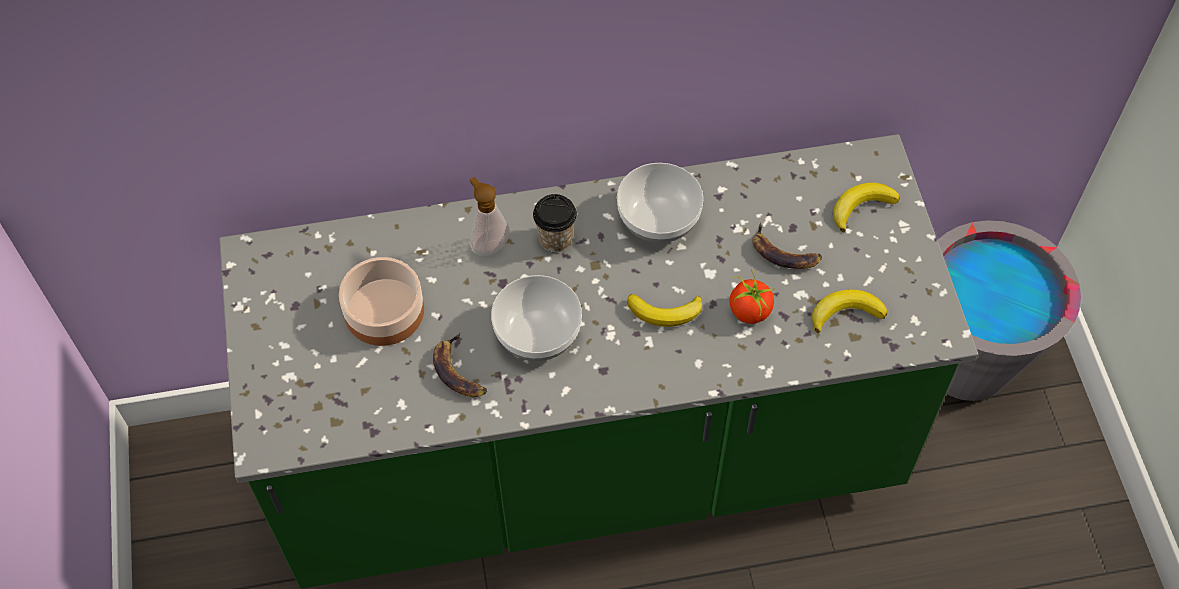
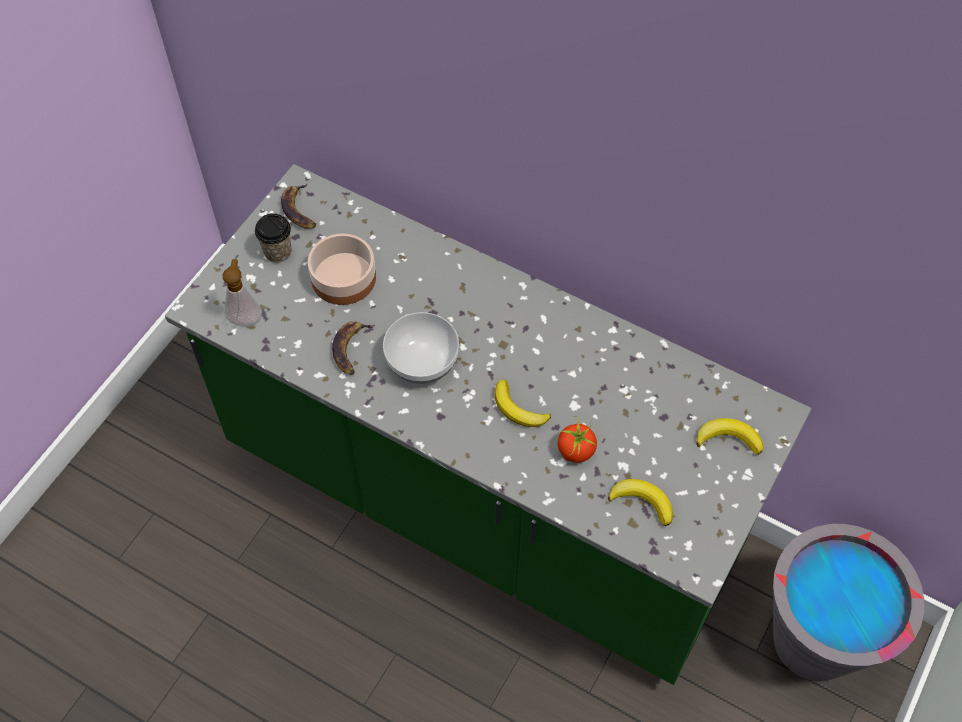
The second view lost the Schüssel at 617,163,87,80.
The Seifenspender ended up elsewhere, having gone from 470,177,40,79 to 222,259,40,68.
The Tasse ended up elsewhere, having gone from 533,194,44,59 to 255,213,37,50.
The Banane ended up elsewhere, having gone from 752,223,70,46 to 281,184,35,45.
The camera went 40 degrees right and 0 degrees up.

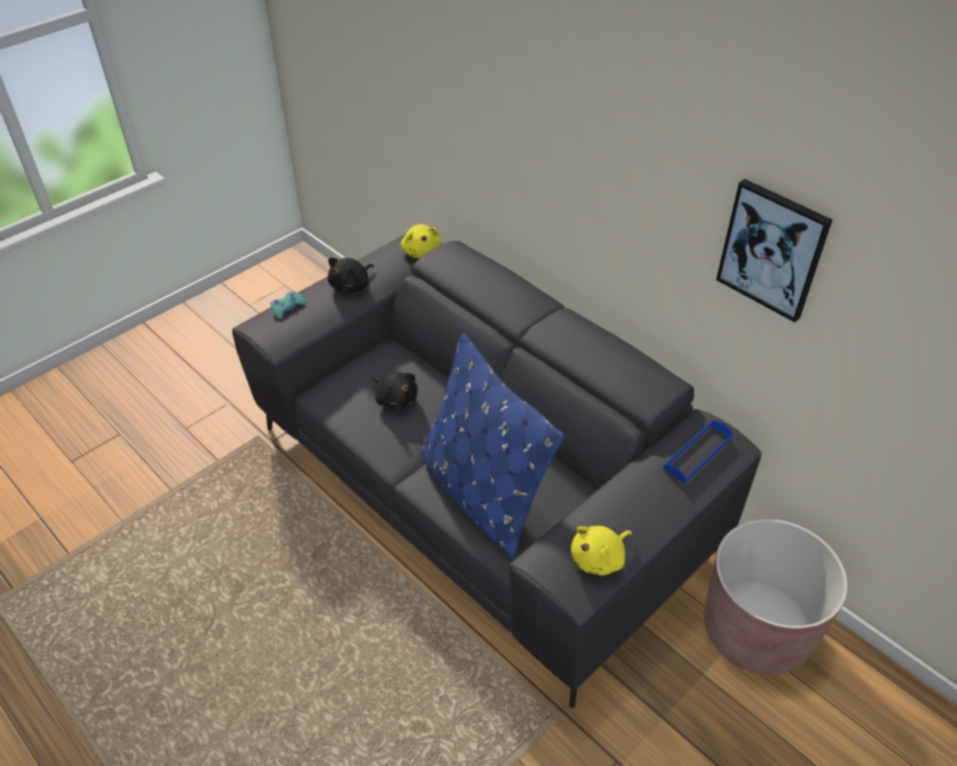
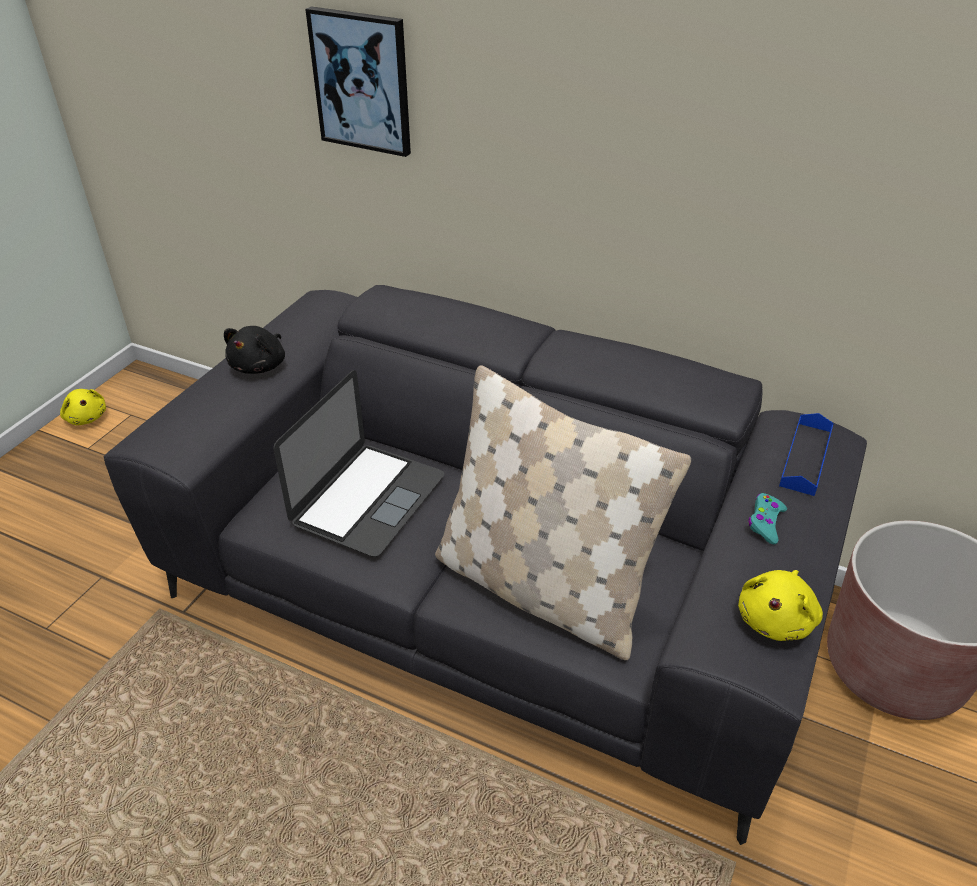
The Bild ended up elsewhere, having gone from 716,179,116,143 to 305,6,106,151.
The Plüschtier (gelb) ended up elsewhere, having gone from 401,224,40,34 to 60,389,46,36.
The Gamepad (türkis) ended up elsewhere, having gone from 271,291,35,28 to 748,493,39,52.
What was the Kissen (blau) at 421,333,143,225 turned into the Kissen (beige) at 435,365,256,296.
Where the Plüschtier (schwarz) stood at 372,372,46,38, the Laptop came to stand at 273,370,171,187.
The camera went 20 degrees left and 5 degrees down.

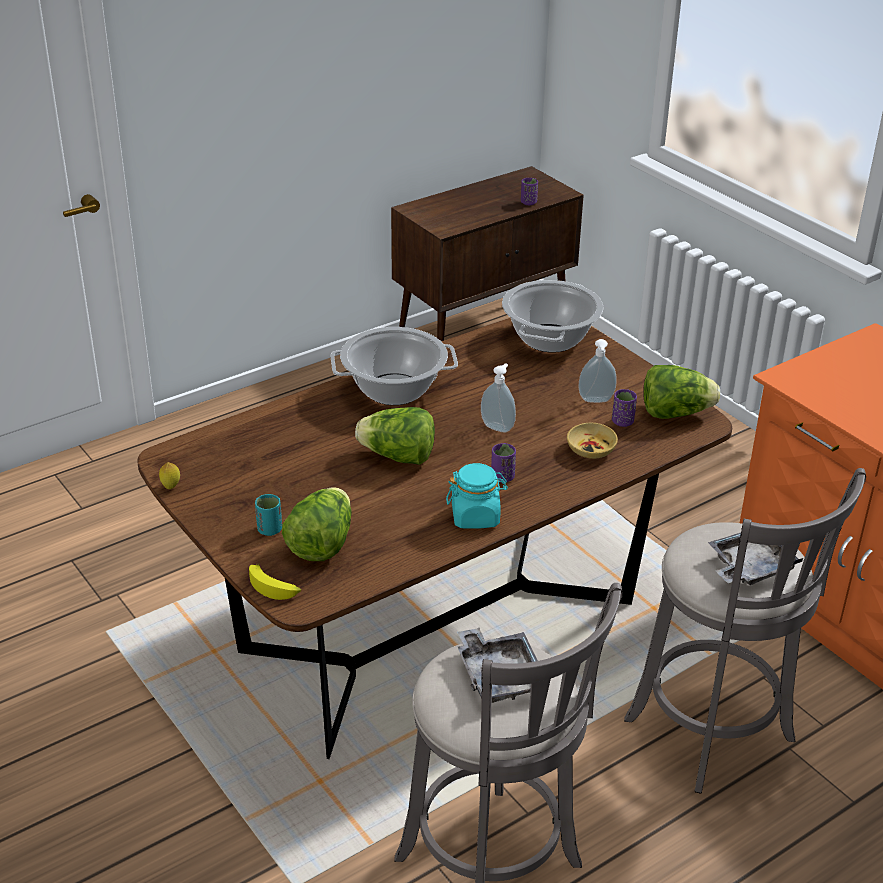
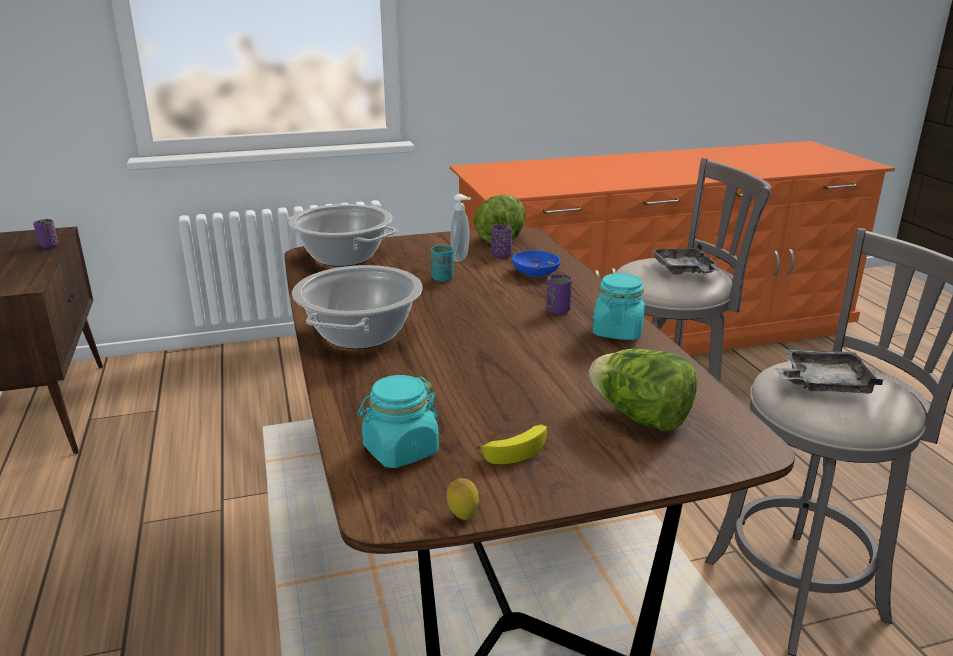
The second view lost the Seifenspender at 481,363,35,70.
The second view lost the Salatkopf at 355,407,80,58.
What was the Schüssel (beige) at 567,423,51,36 turned into the Schüssel (blau) at 512,250,49,27.
The Tasse (türkis) ended up elsewhere, having gone from 255,494,27,42 to 431,245,23,37.
The Banane ended up elsewhere, having gone from 249,563,52,37 to 477,424,70,40.
The second view gained the Vorratsglas (türkis) at 357,375,82,93.
The camera went 70 degrees left and 10 degrees down.

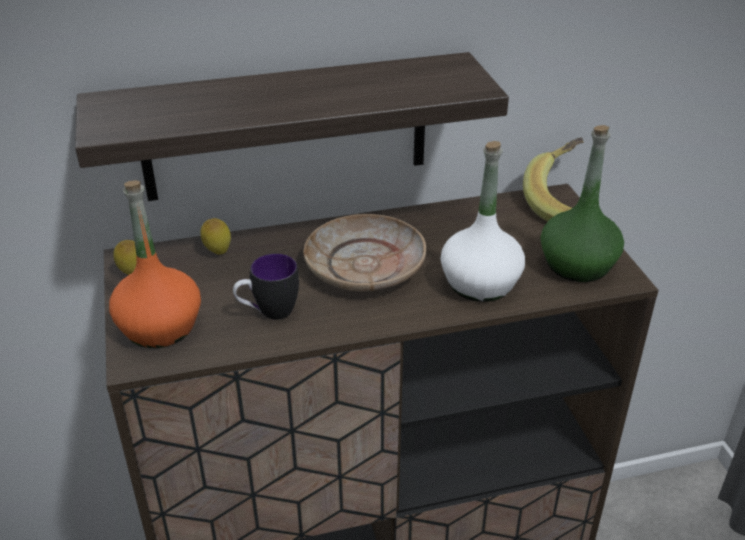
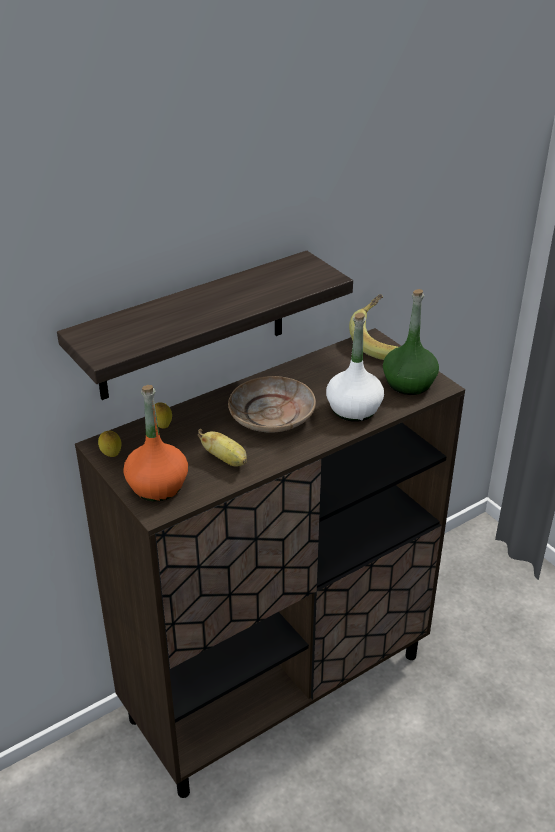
Where the Henkelbecher stood at 233,254,66,66, the Banane came to stand at 198,429,49,37.
The camera went 20 degrees left and 0 degrees up.

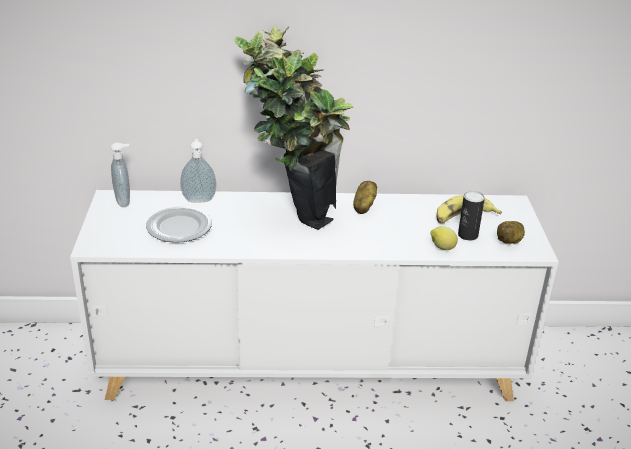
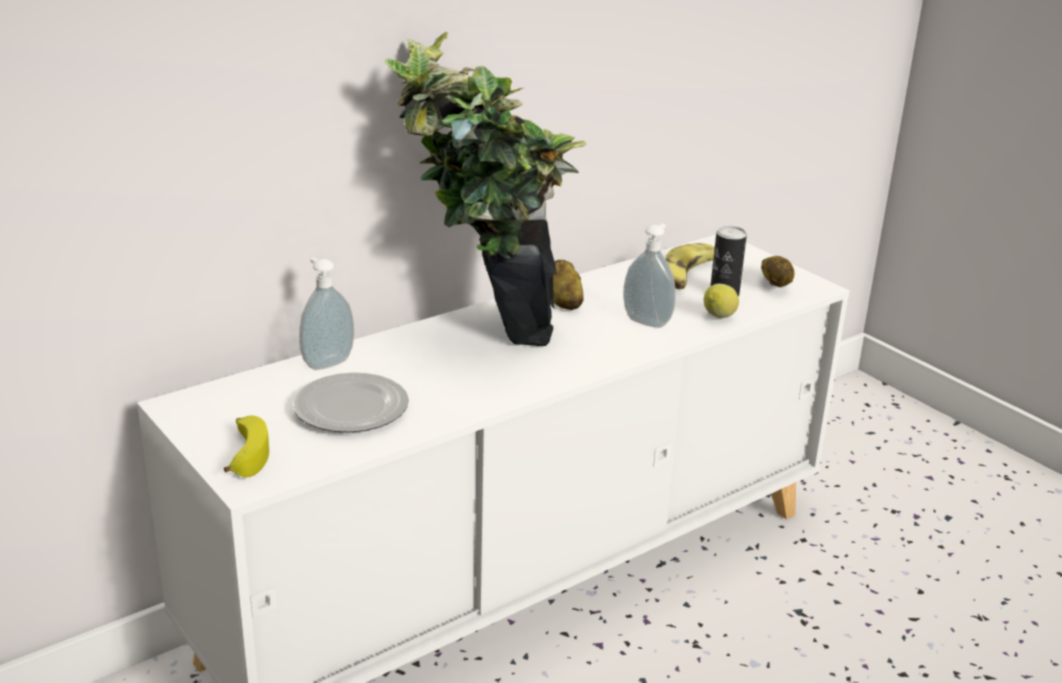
The Seifenspender ended up elsewhere, having gone from 111,143,19,64 to 623,223,53,105.
The second view gained the Banane at 224,415,45,63.
The camera went 35 degrees left and 5 degrees down.

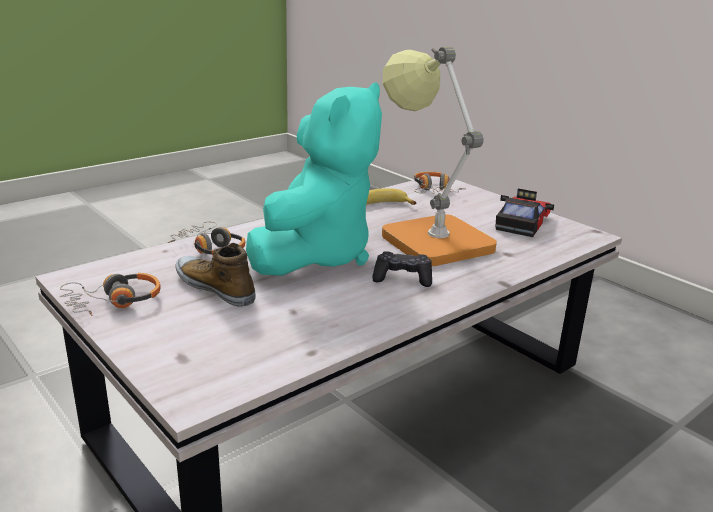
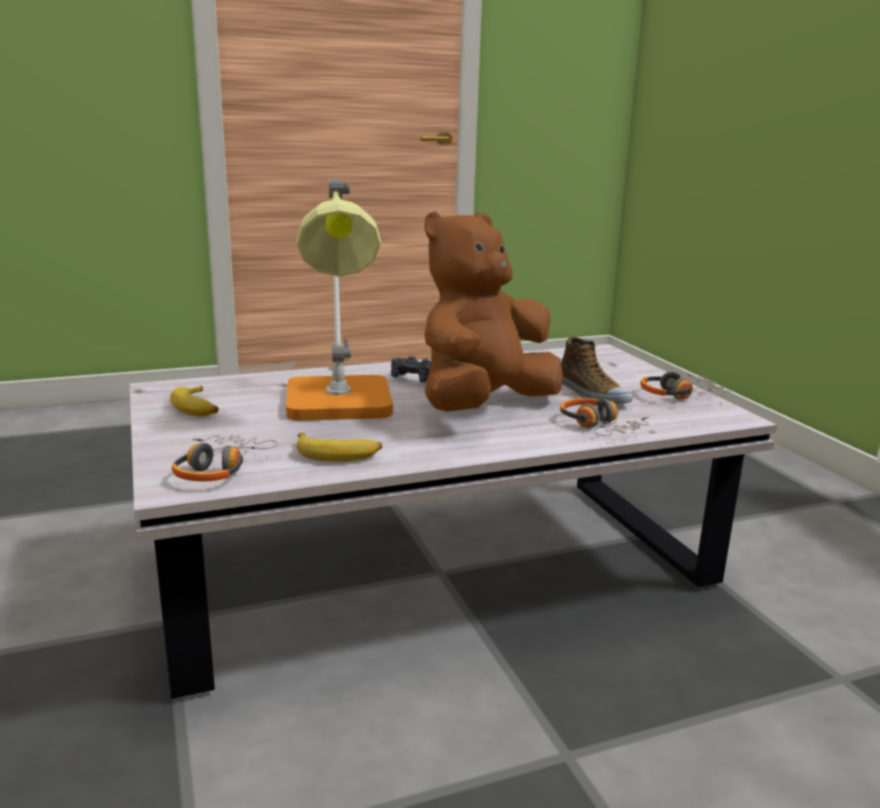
What was the Plüschtier (türkis) at 246,83,136,193 turned into the Plüschtier (braun) at 424,211,139,201.
Where the Spielzeugauto stood at 495,189,59,48, the Banane came to stand at 170,386,49,31.
The camera went 160 degrees left and 5 degrees down.

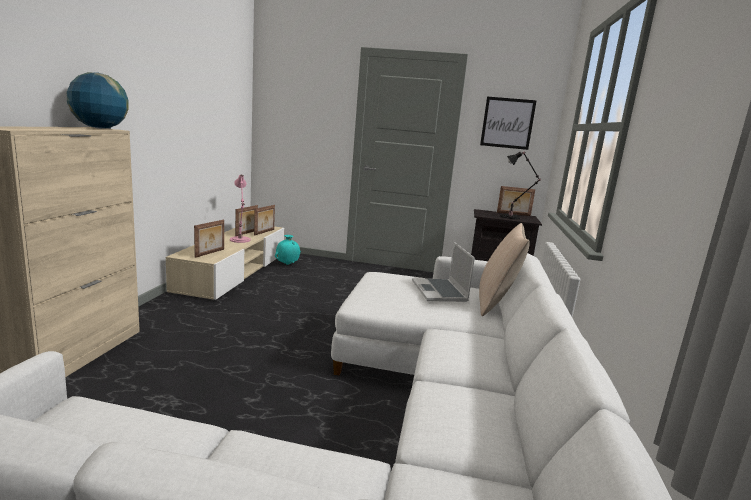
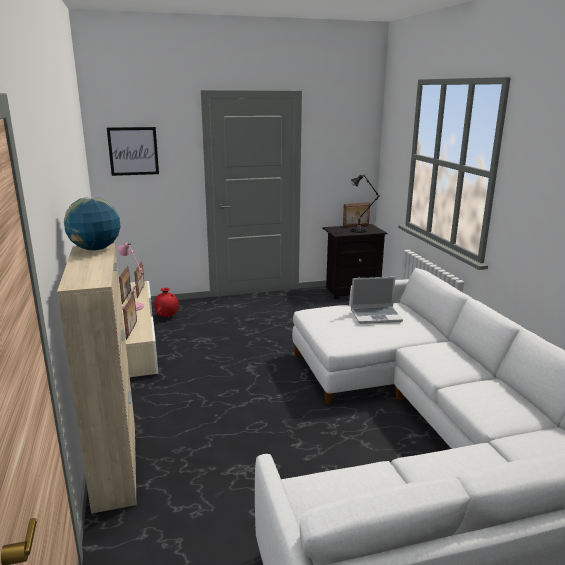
The Bild ended up elsewhere, having gone from 480,97,57,53 to 107,127,52,49.
The second view lost the Kissen (beige) at 479,223,51,93.
What was the Vase (türkis) at 275,235,26,30 turned into the Vase (rot) at 154,288,25,29.
The Laptop at 412,242,63,60 ended up facing another way, 60 degrees counterclockwise from before.
The camera went 25 degrees left and 5 degrees up.

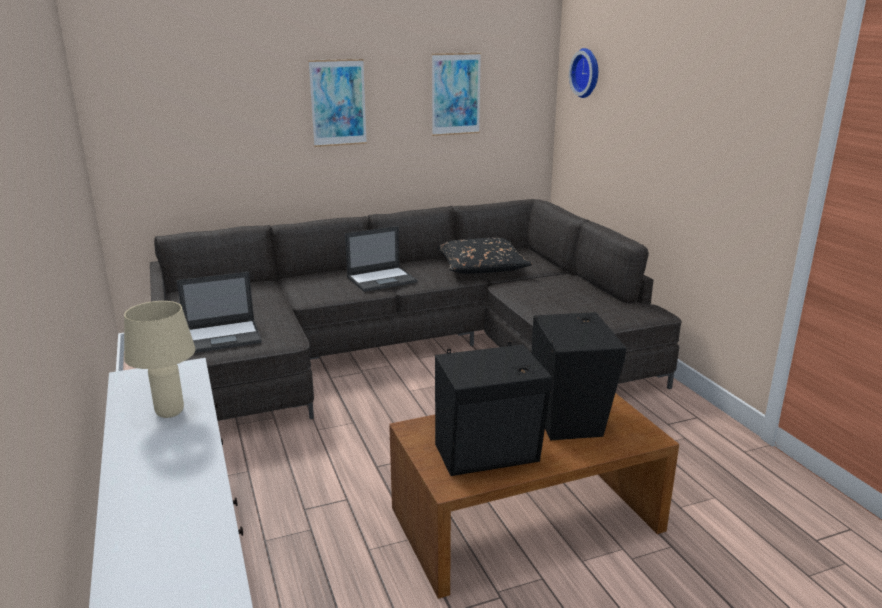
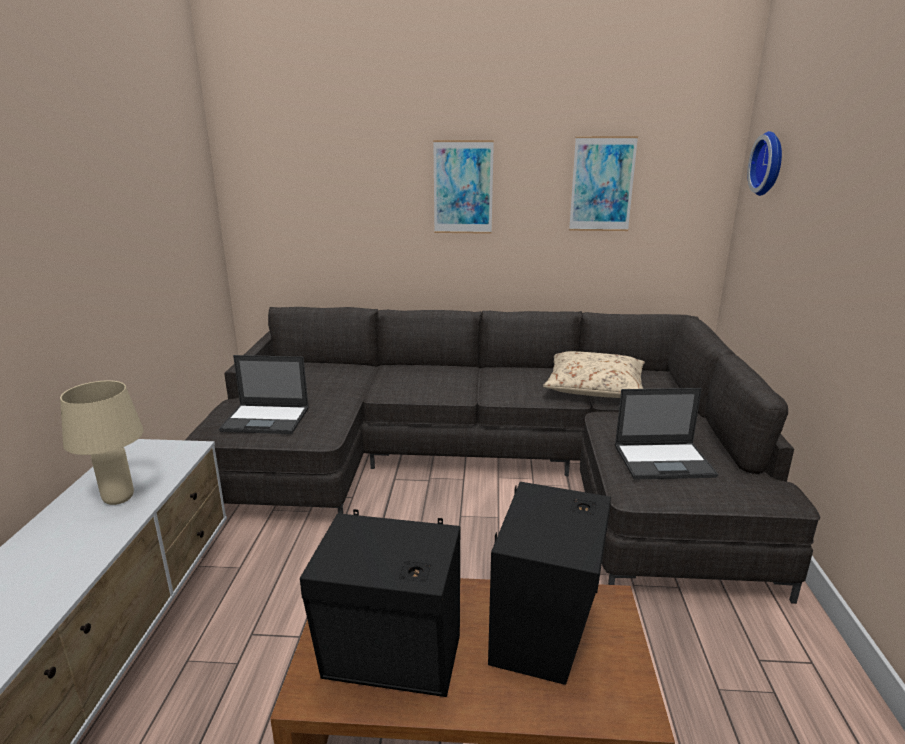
The Laptop ended up elsewhere, having gone from 345,226,73,66 to 615,388,103,91.
What was the Kissen (schwarz) at 437,238,96,36 turned into the Kissen (beige) at 543,351,102,47.
The camera went 25 degrees right and 0 degrees up.

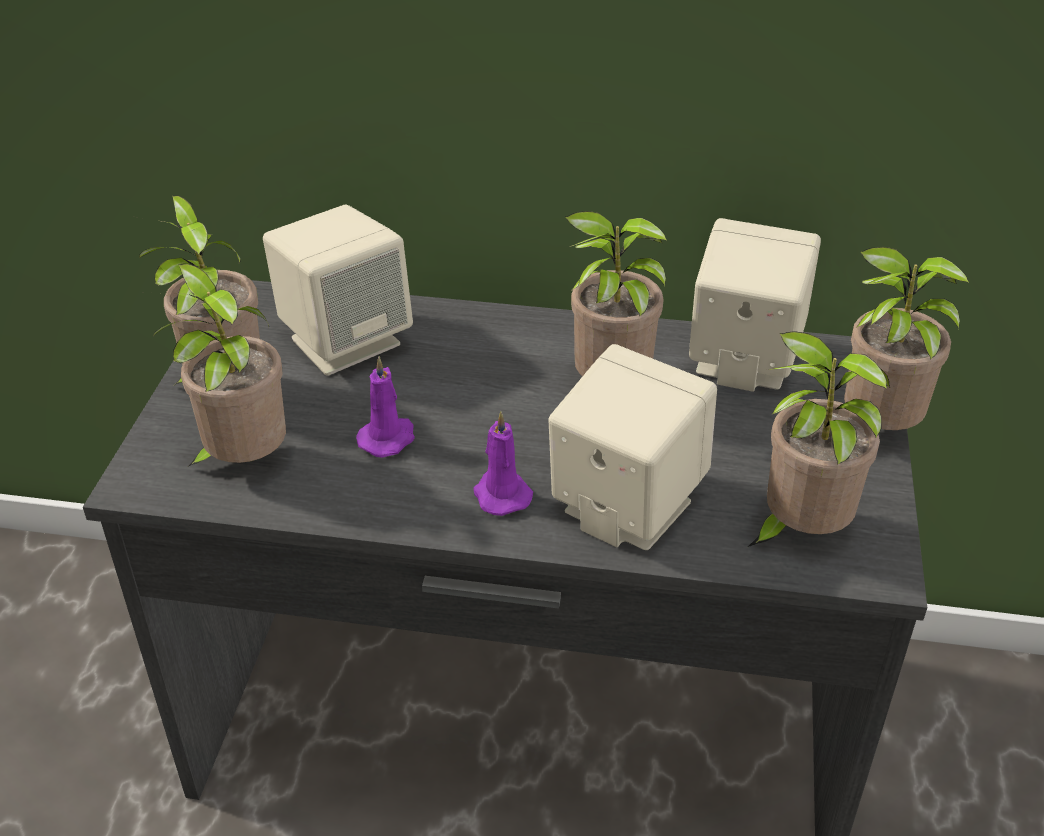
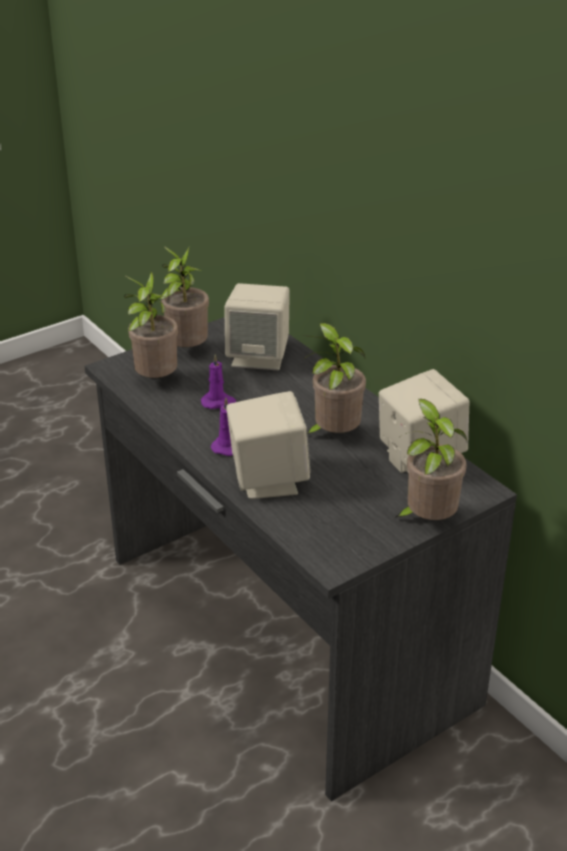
The second view lost the Topfpflanze at 748,331,142,216.
The camera went 45 degrees right and 5 degrees down.

